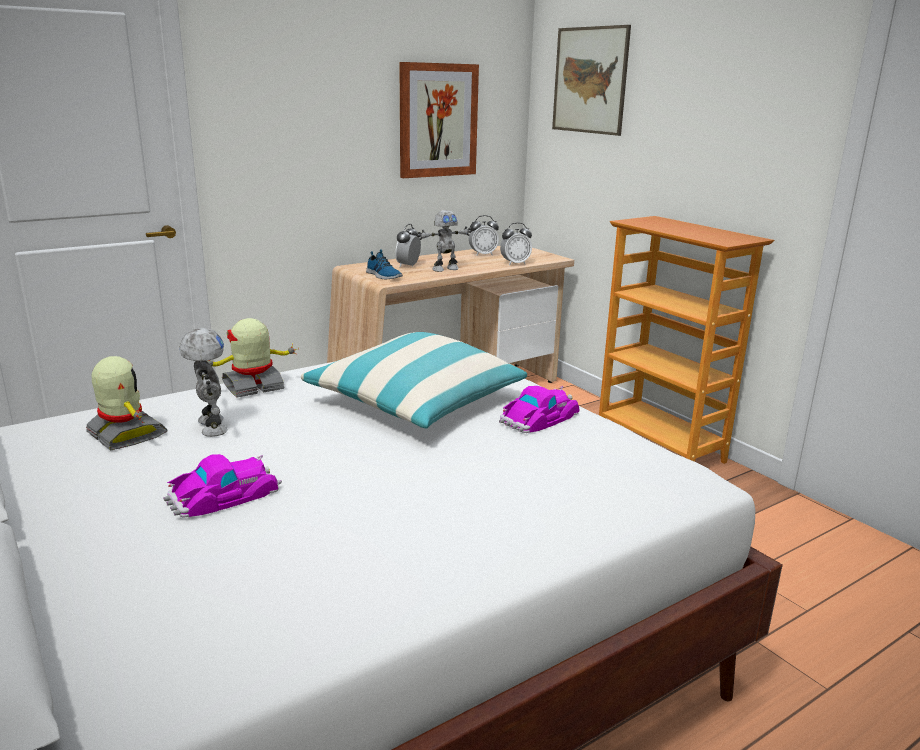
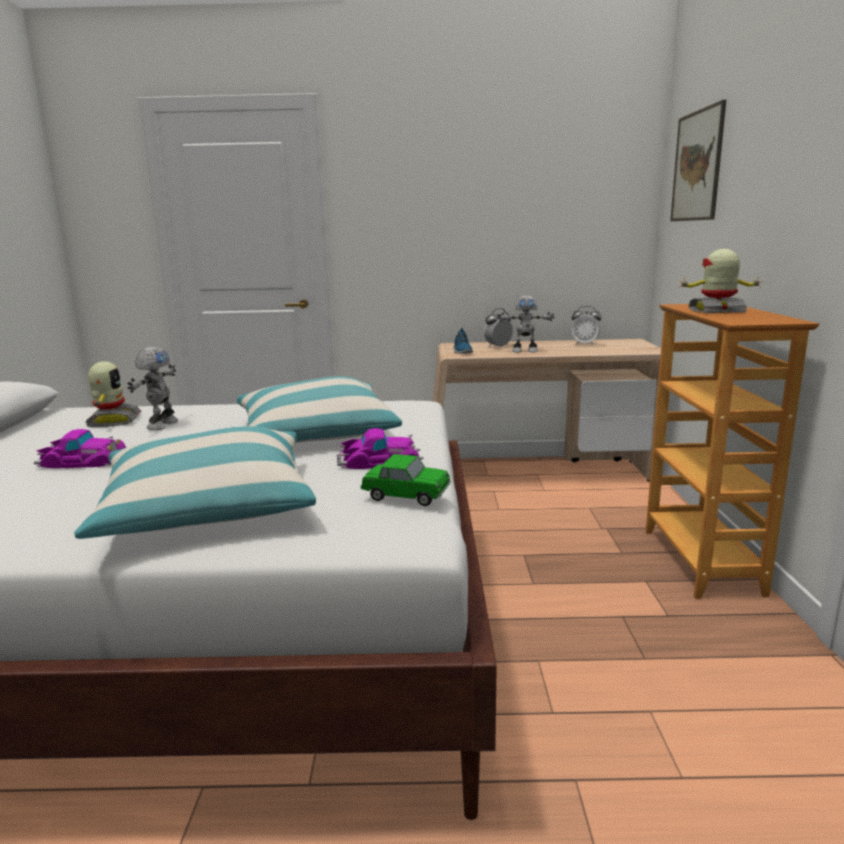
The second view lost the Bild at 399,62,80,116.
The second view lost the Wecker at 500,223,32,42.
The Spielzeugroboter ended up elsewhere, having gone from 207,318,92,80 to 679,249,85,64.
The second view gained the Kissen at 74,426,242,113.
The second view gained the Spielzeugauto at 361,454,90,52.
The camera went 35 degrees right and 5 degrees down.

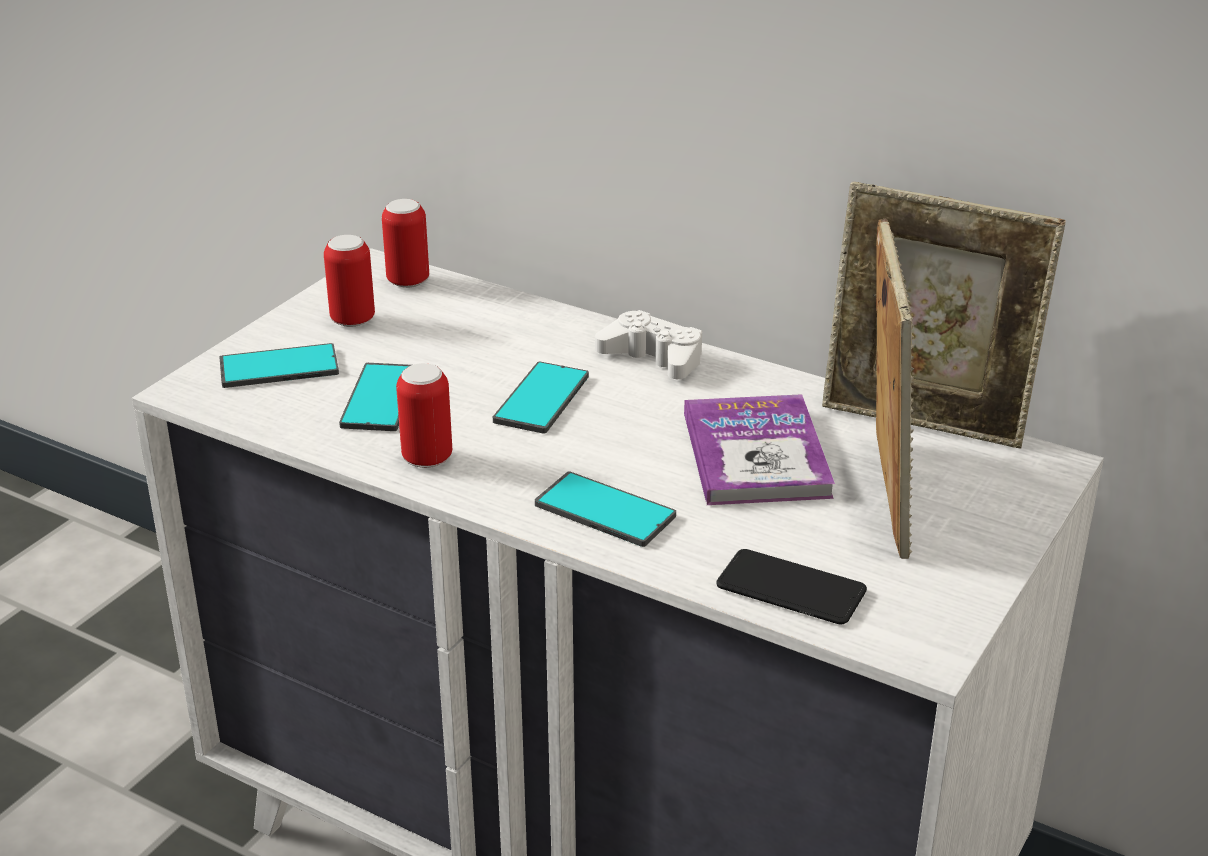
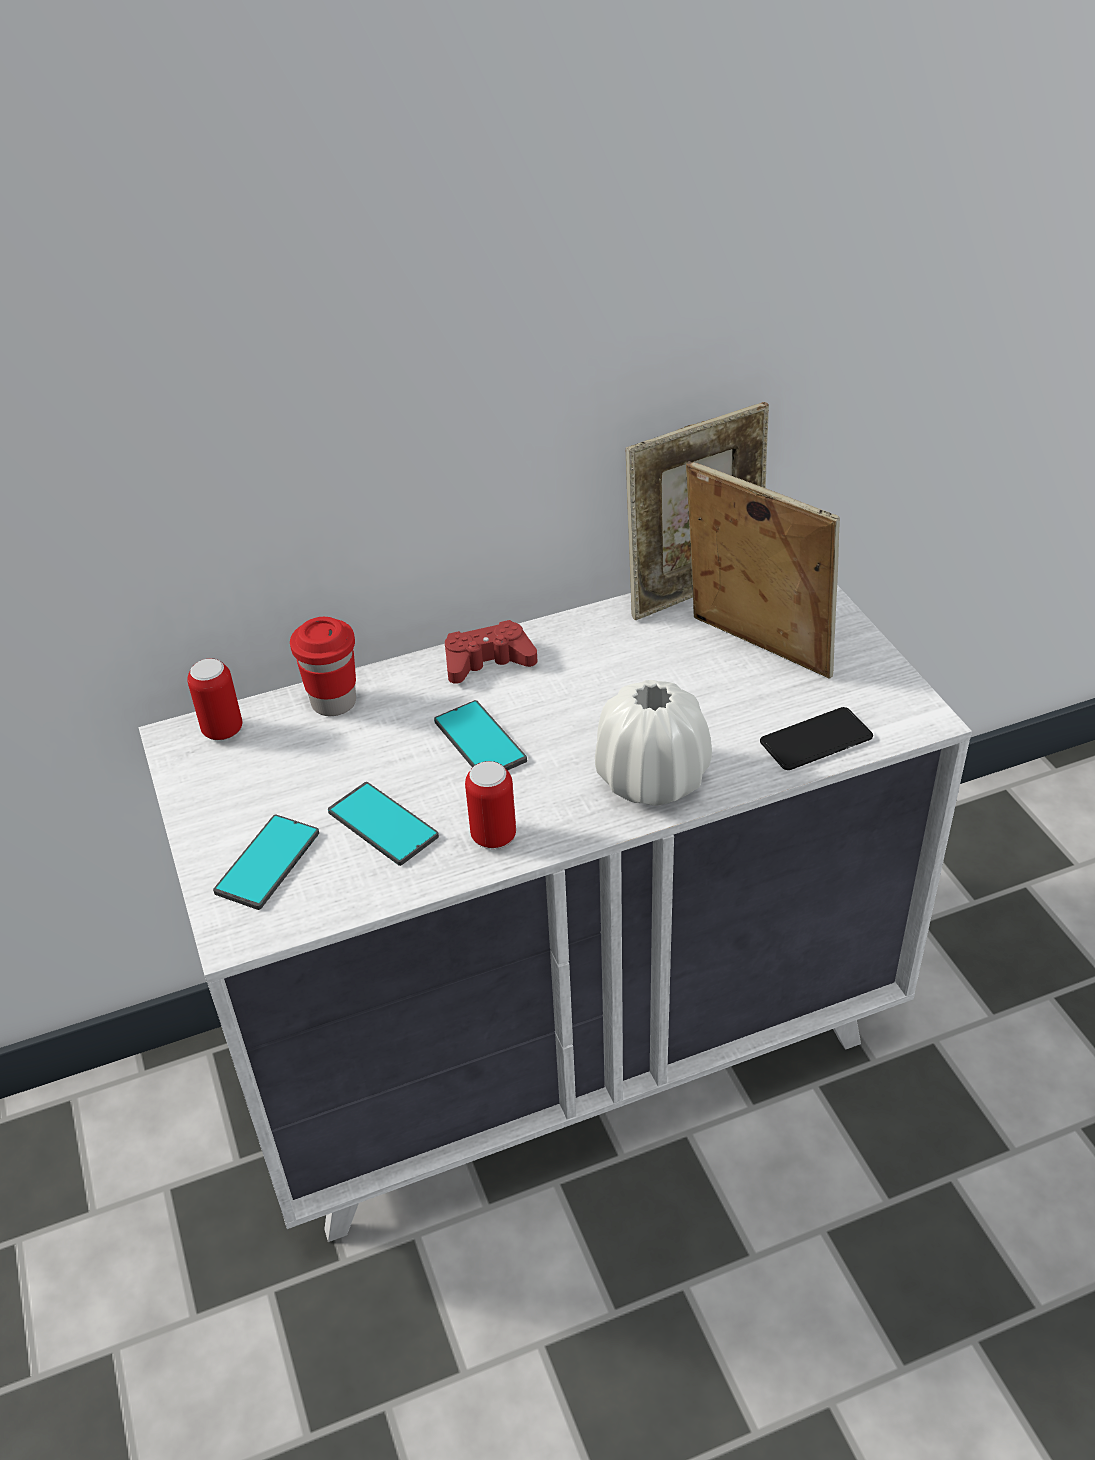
The second view lost the Dose at 324,235,51,92.
What was the Gamepad (weiß) at 595,310,107,69 turned into the Gamepad (rot) at 445,620,92,64.
The second view lost the Buch at 684,394,151,111.
Where the Handy stood at 535,471,141,76, the Vase (weiß) came to stand at 595,680,117,126.
The second view gained the Tasse (rot) at 290,617,66,99.
The camera went 50 degrees left and 10 degrees up.

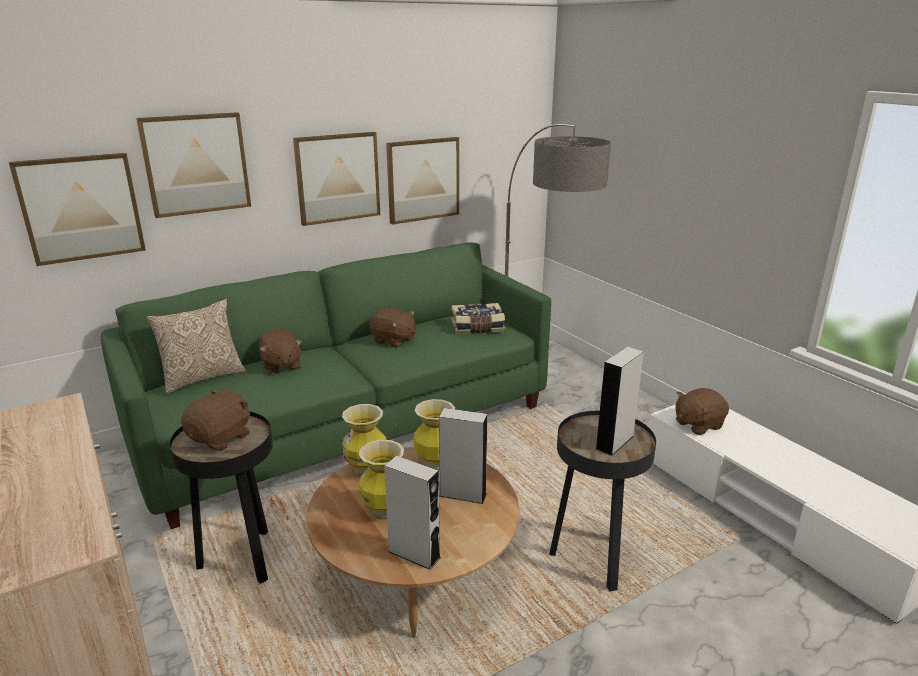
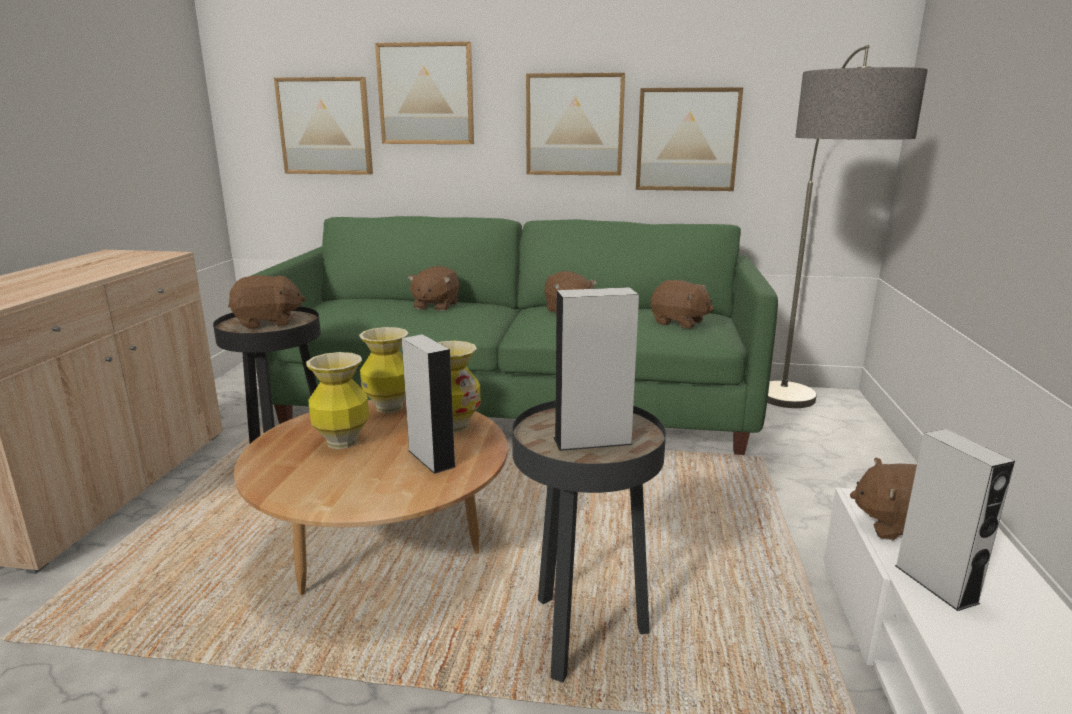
The second view lost the Kissen at 147,299,99,95.
Where the Buch stood at 452,303,53,31, the Plüschtier (braun) came to stand at 651,280,63,49.
The Lautsprecher (grau) ended up elsewhere, having gone from 384,456,57,114 to 895,429,120,182.
The camera went 40 degrees right and 5 degrees down.

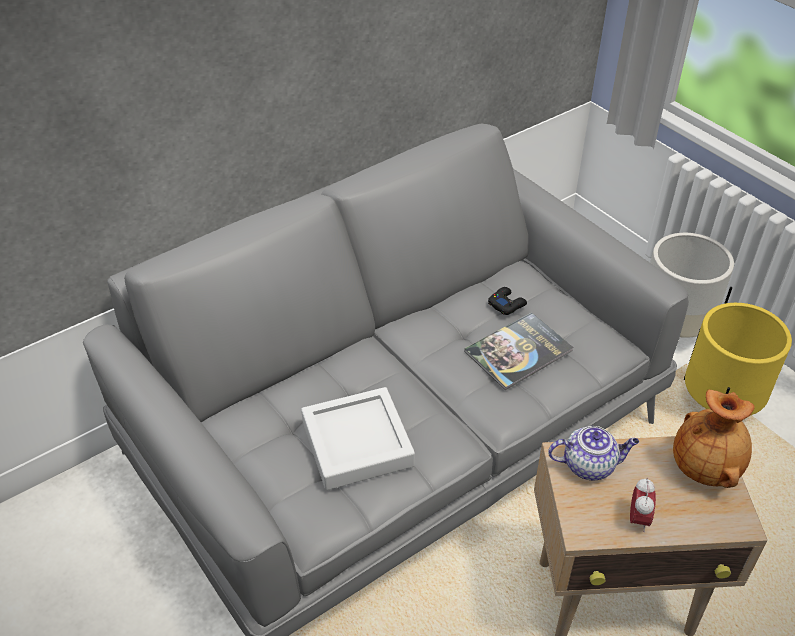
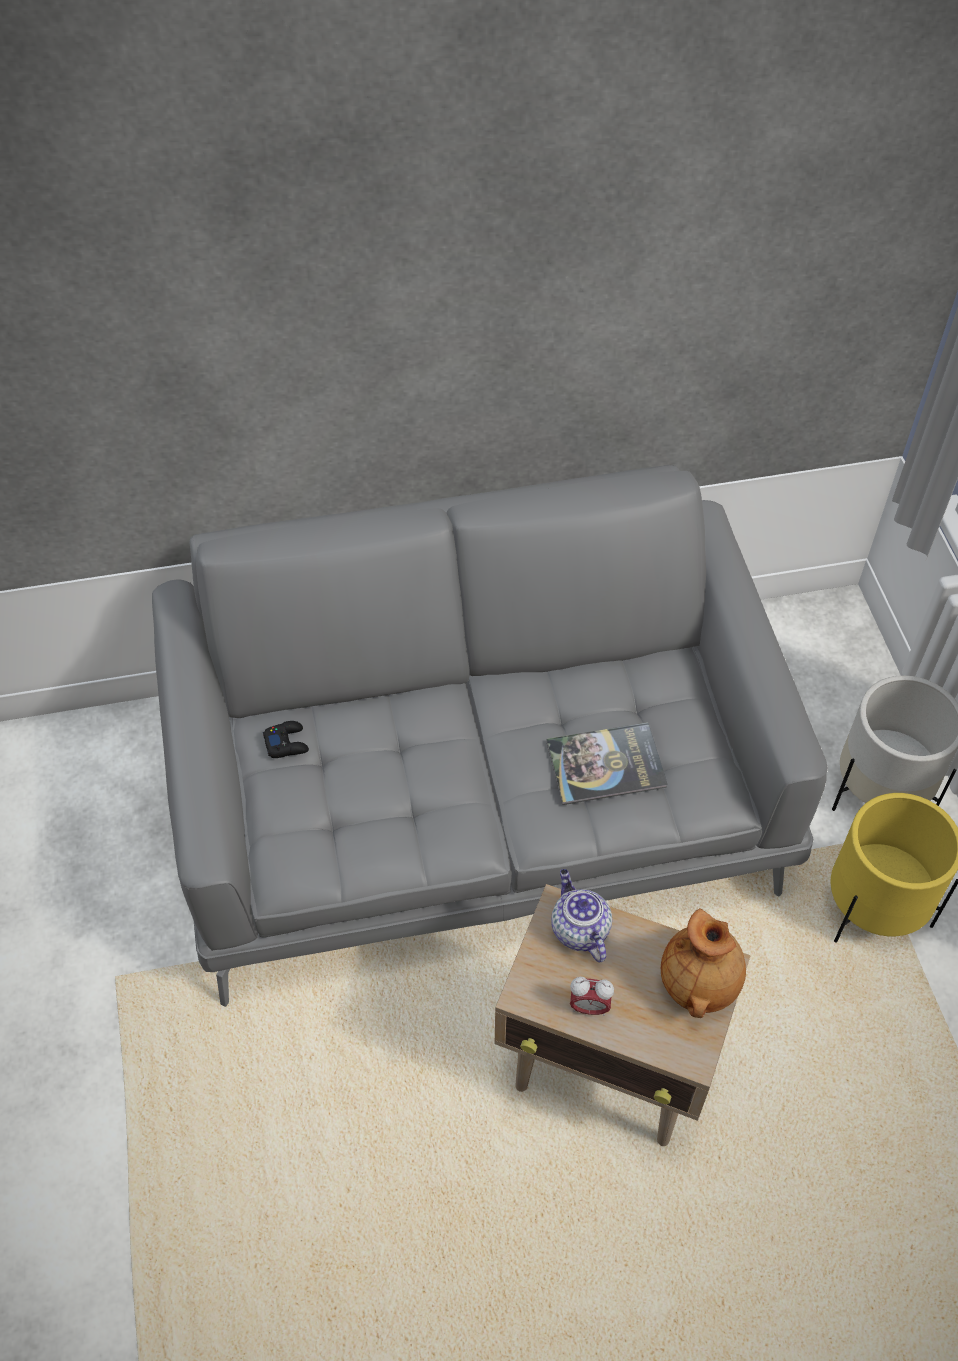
The Gamepad (schwarz) ended up elsewhere, having gone from 488,287,39,28 to 263,721,46,37.
The second view lost the Tablett (grau) at 301,387,114,103.
The Teekanne at 548,426,91,55 ended up facing another way, 135 degrees counterclockwise from before.
The Wecker at 630,478,26,54 ended up facing another way, 60 degrees clockwise from before.
The camera went 25 degrees right and 10 degrees up.

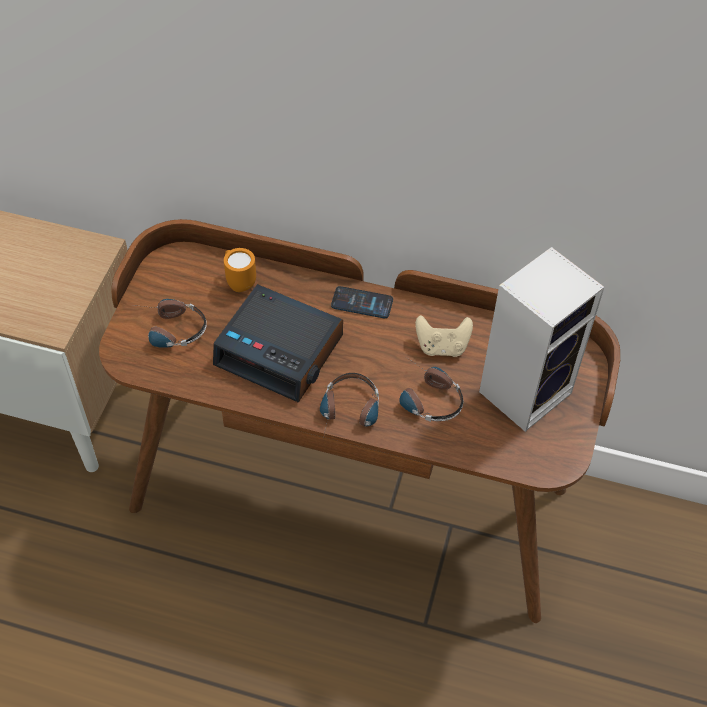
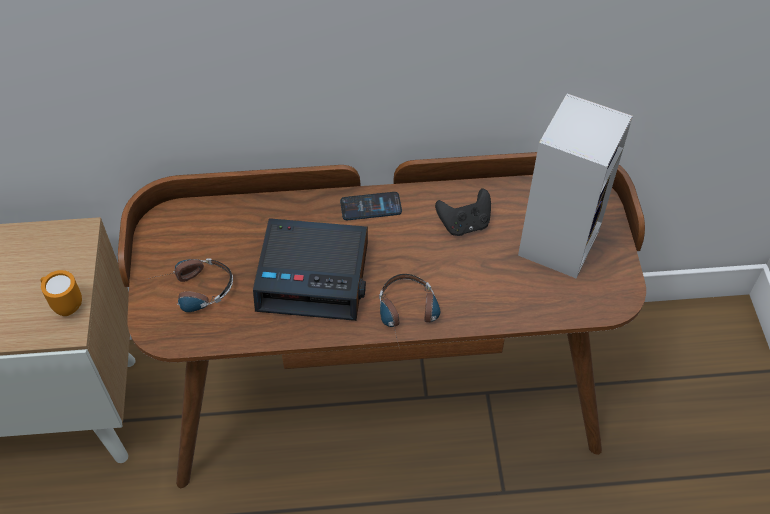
The Henkelbecher (orange) ended up elsewhere, having gone from 224,248,32,44 to 41,270,41,46.
What was the Gamepad (beige) at 415,315,58,42 turned into the Gamepad (schwarz) at 435,188,56,48.
The second view lost the Kopfhörer at 399,358,65,64.
The camera went 20 degrees left and 0 degrees up.

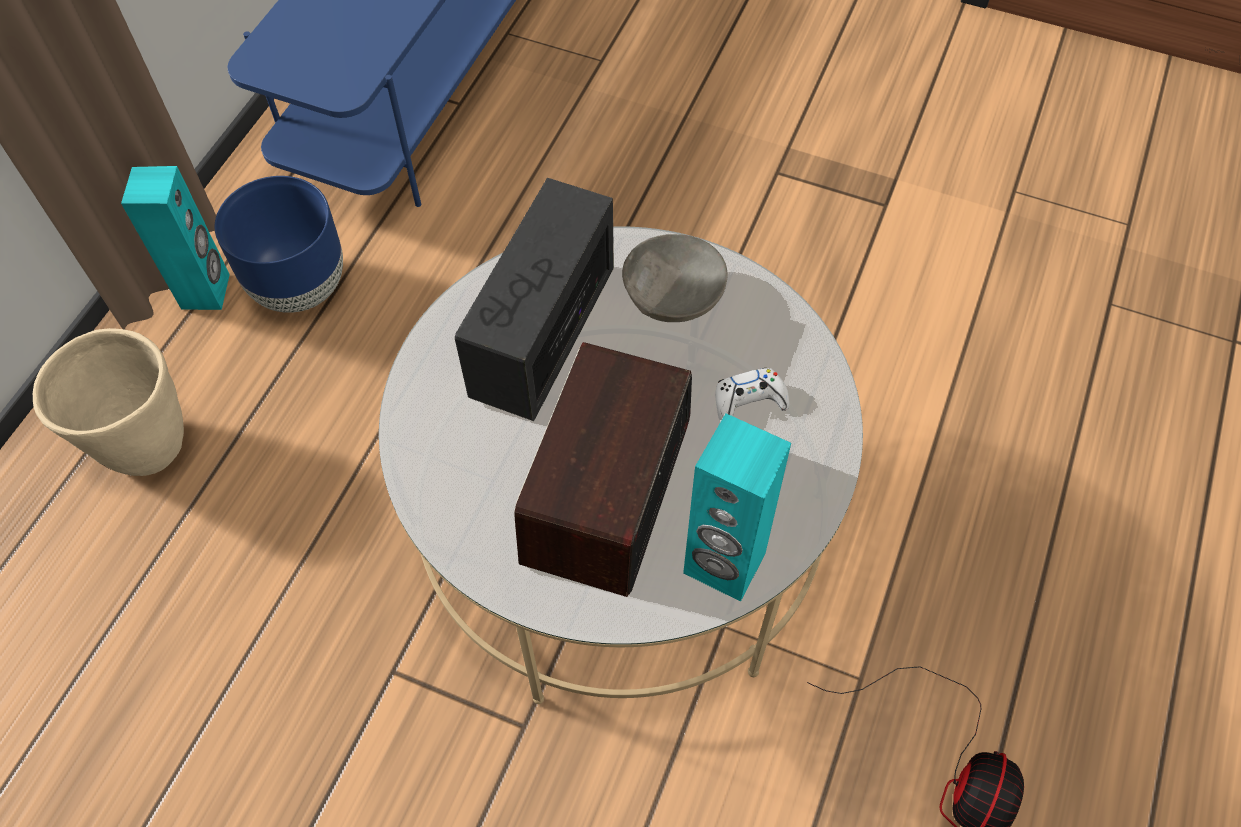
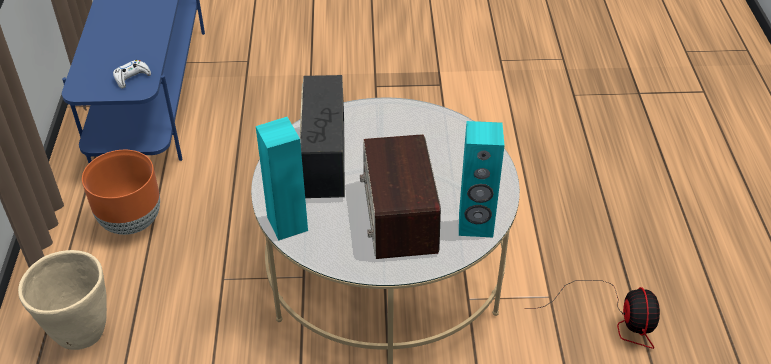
The Lautsprecher (türkis) ended up elsewhere, having gone from 121,166,109,144 to 256,117,52,123.
What was the Pflanzkübel (blau) at 215,176,128,137 turned into the Pflanzkübel (orange) at 82,150,78,85.
The second view lost the Schüssel (grau) at 622,234,106,88.
The Gamepad (weiß) ended up elsewhere, having gone from 715,368,74,54 to 113,60,38,29.
The camera went 25 degrees left and 15 degrees down.

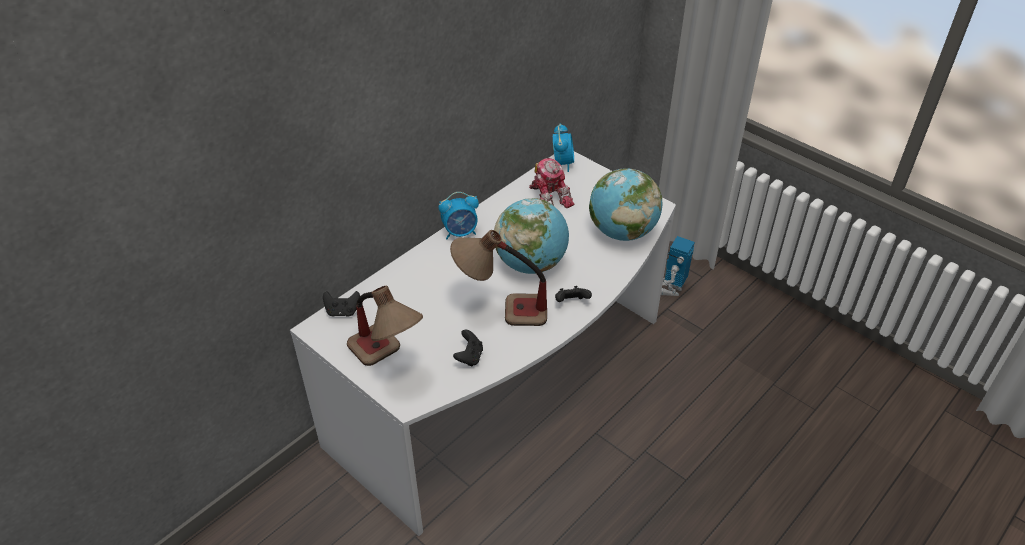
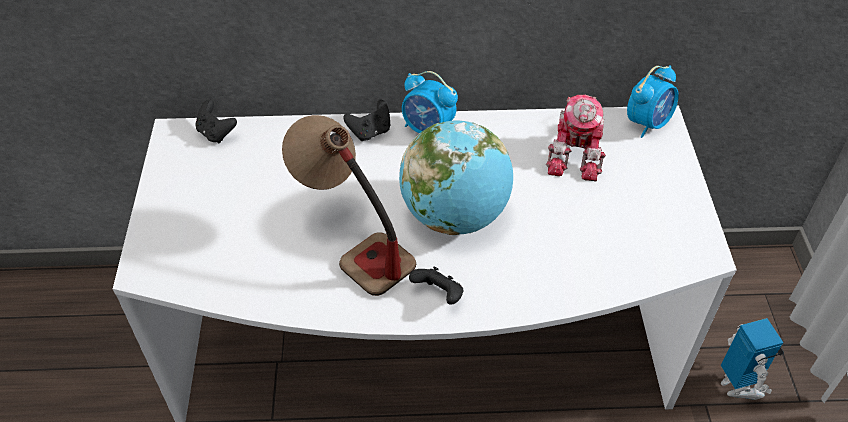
The second view lost the Globus at 589,168,74,73.
The Spielzeugroboter at 661,236,34,60 ended up facing another way, 90 degrees clockwise from before.
The second view lost the Tischlampe at 347,286,76,80.
The Gamepad (schwarz) ended up elsewhere, having gone from 453,330,30,37 to 343,100,47,41.
The camera went 45 degrees right and 5 degrees up.

